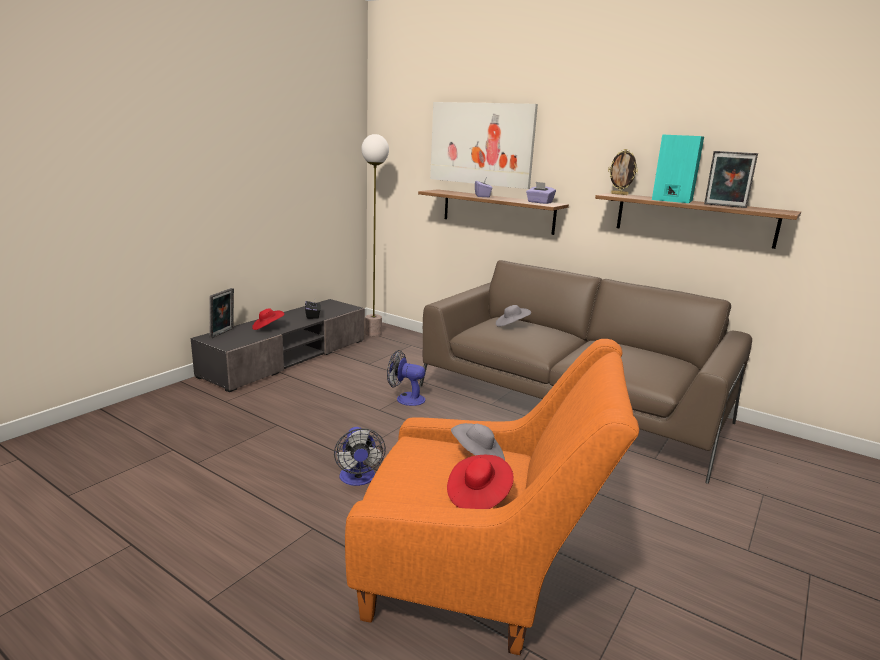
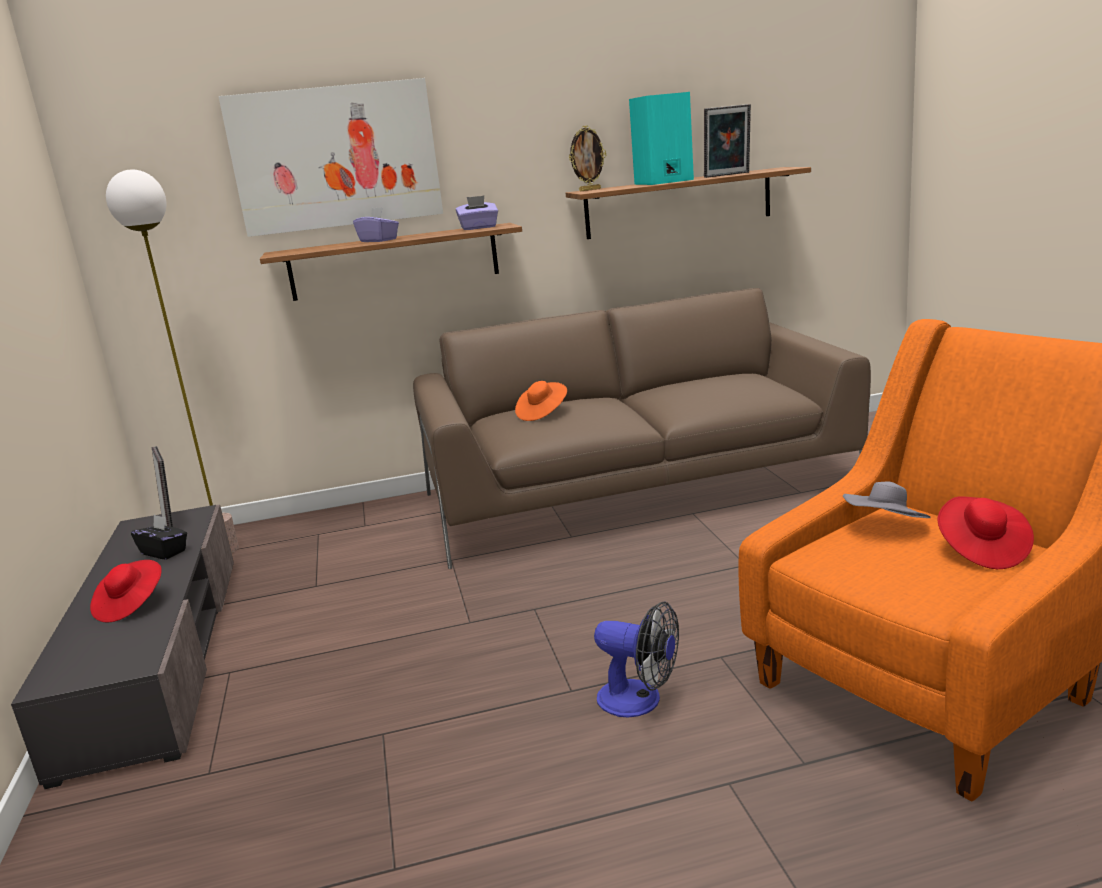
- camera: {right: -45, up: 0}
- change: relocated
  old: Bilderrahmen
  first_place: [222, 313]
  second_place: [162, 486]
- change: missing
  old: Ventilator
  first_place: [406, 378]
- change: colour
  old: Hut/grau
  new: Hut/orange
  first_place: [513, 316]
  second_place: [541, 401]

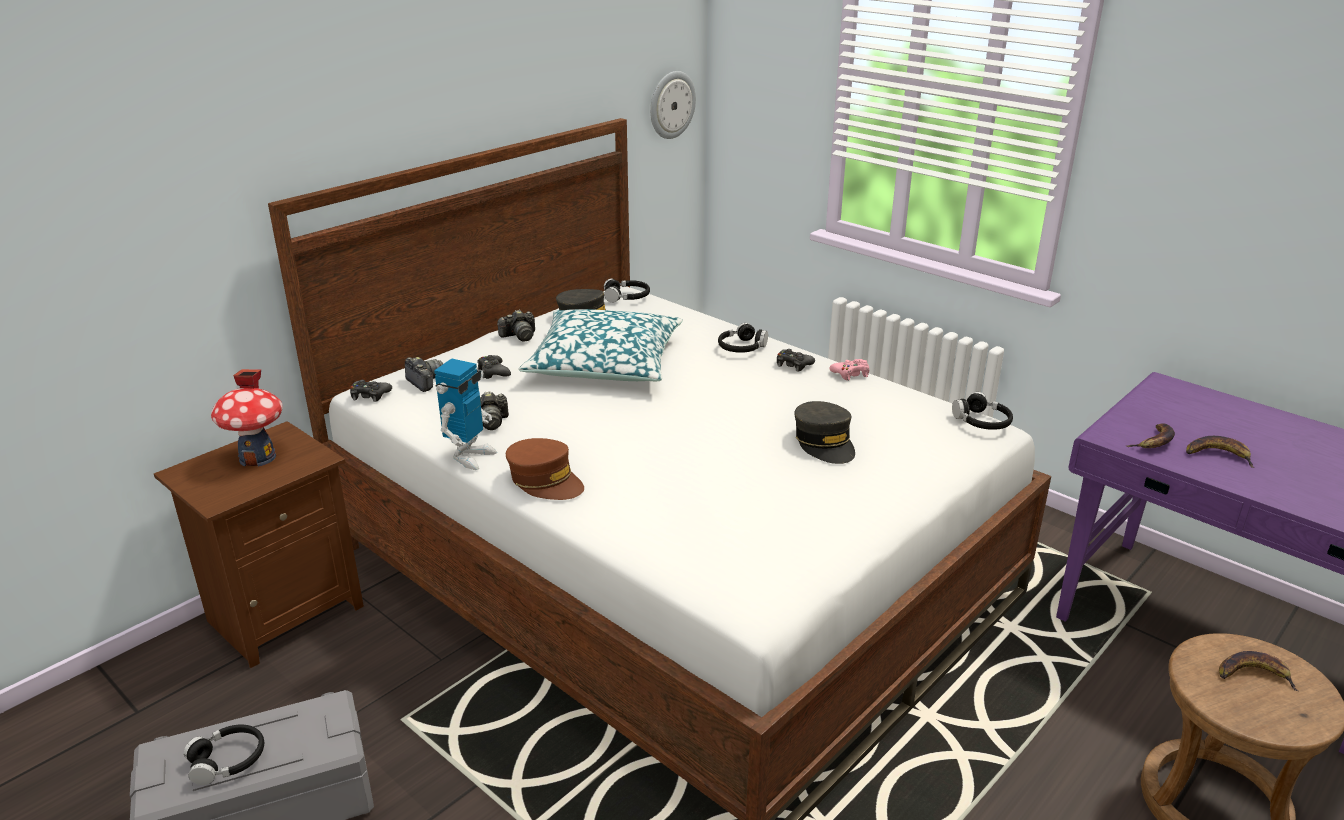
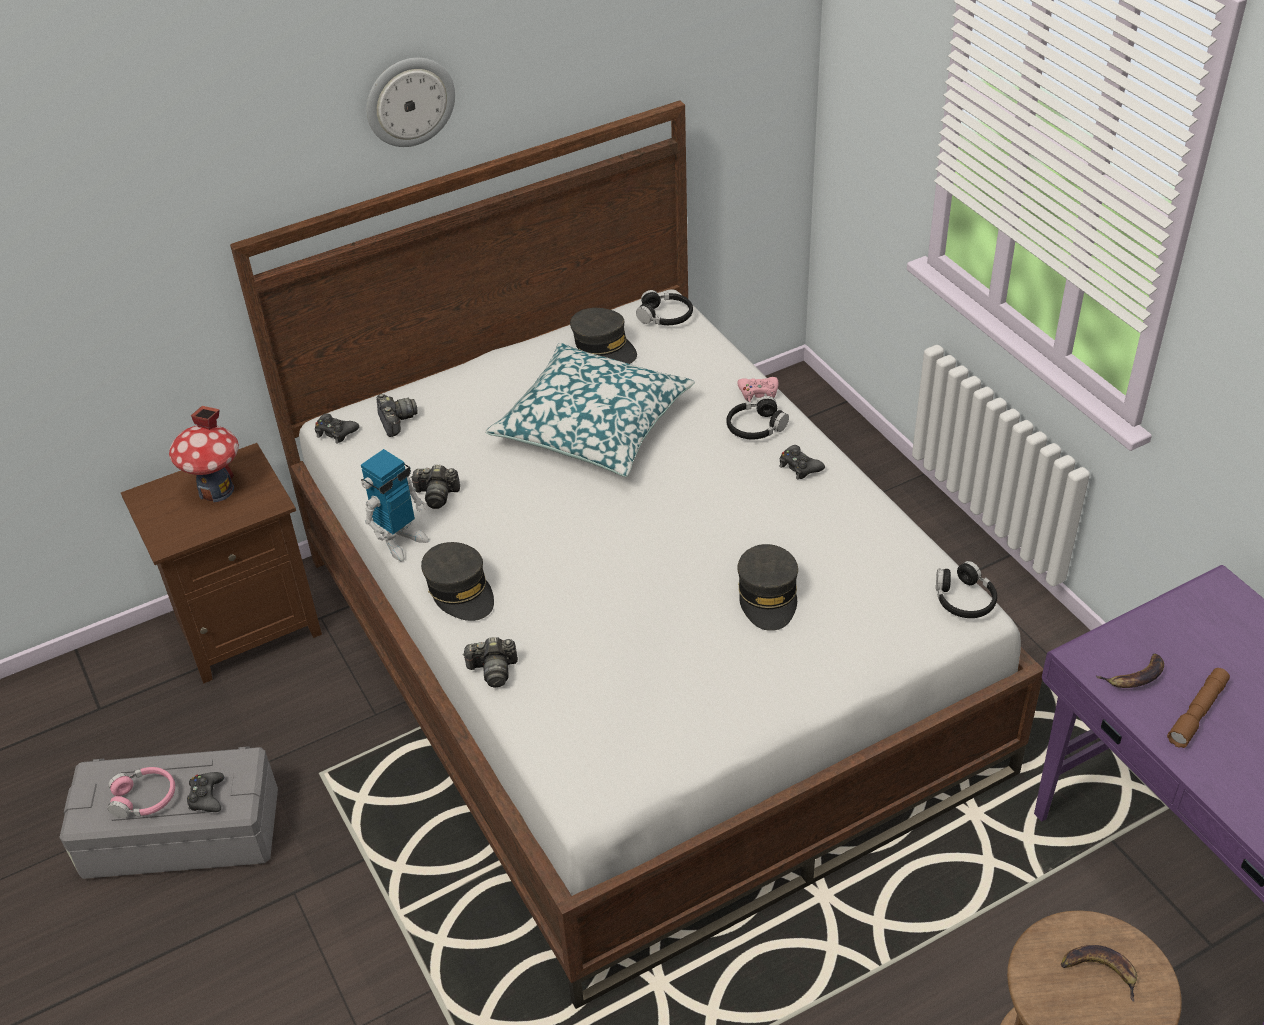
- camera: {right: 20, up: 15}
- change: colour
  old: Kopfhörer/schwarz
  new: Kopfhörer/rosa
  first_place: [224, 755]
  second_place: [141, 792]
- change: relocated
  old: Gamepad/schwarz
  first_place: [494, 367]
  second_place: [205, 792]
- change: relocated
  old: Kamera
  first_place: [516, 325]
  second_place: [490, 662]
- change: colour
  old: Kappe/braun
  new: Kappe/grau
  first_place: [545, 469]
  second_place: [457, 581]
- change: relocated
  old: Wanduhr
  first_place: [673, 105]
  second_place: [411, 102]
- change: relocated
  old: Gamepad/rosa
  first_place: [849, 369]
  second_place: [758, 389]
- change: exchanged
  old: Banane
  new: Taschenlampe/braun
  first_place: [1220, 452]
  second_place: [1198, 708]

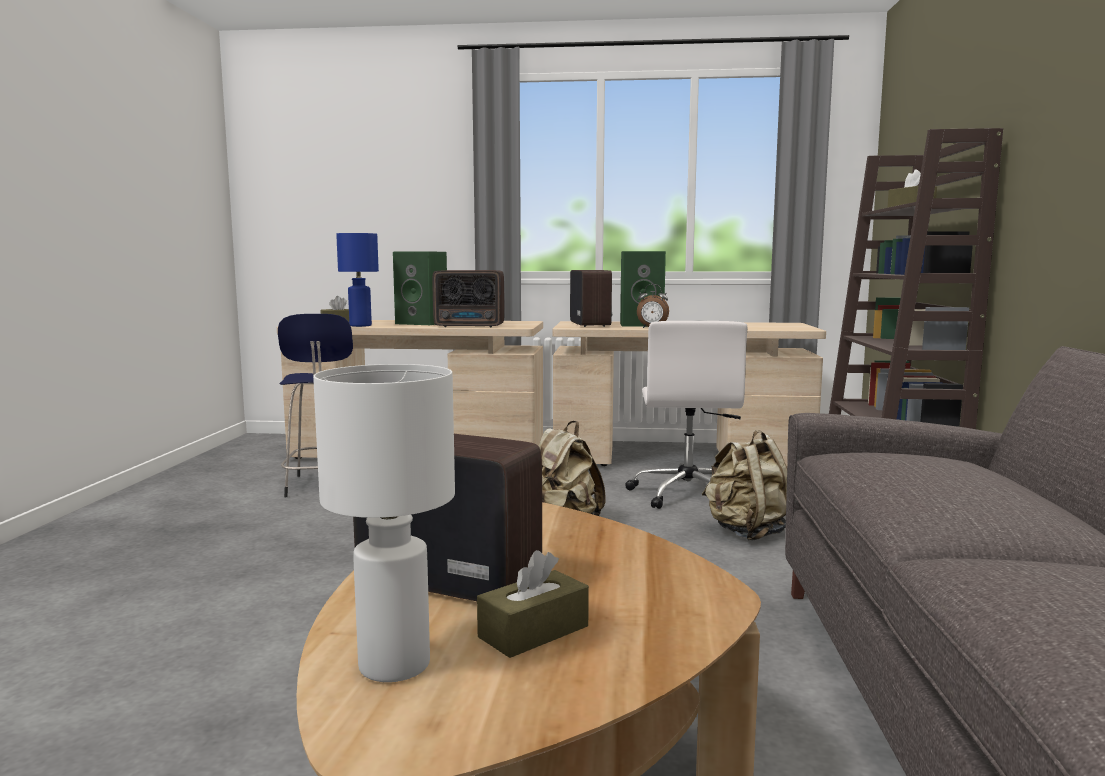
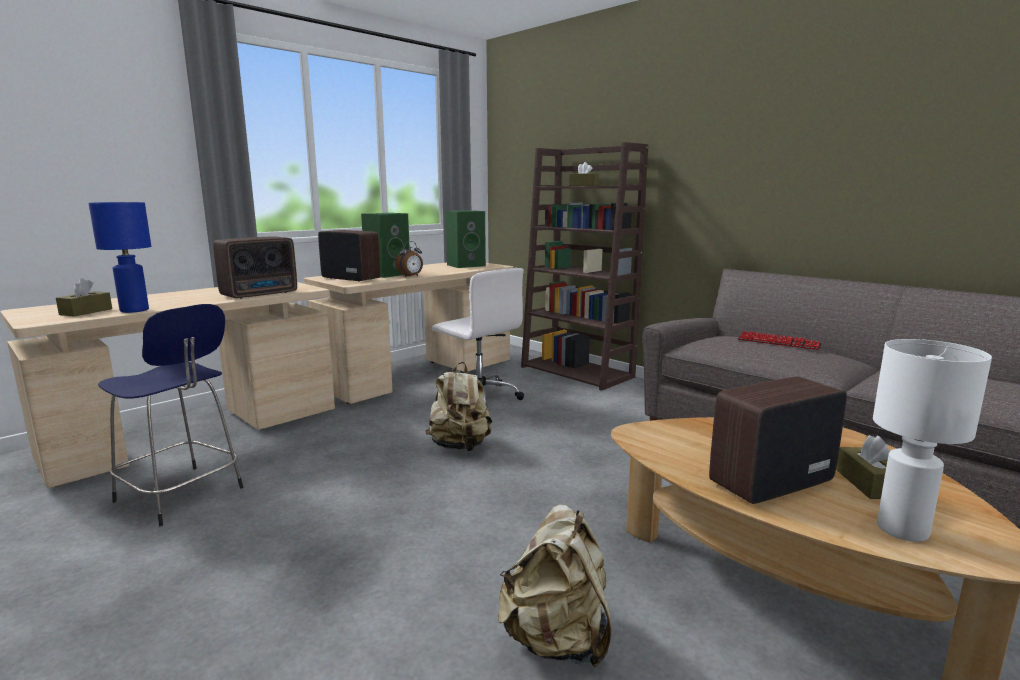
- camera: {right: -50, up: 5}
- change: relocated
  old: Lautsprecher/grün
  first_place: [420, 288]
  second_place: [466, 239]
- change: relocated
  old: Rucksack/beige
  first_place: [744, 485]
  second_place: [554, 585]
- change: appeared
  new: Tastatur
  second_place: [779, 340]

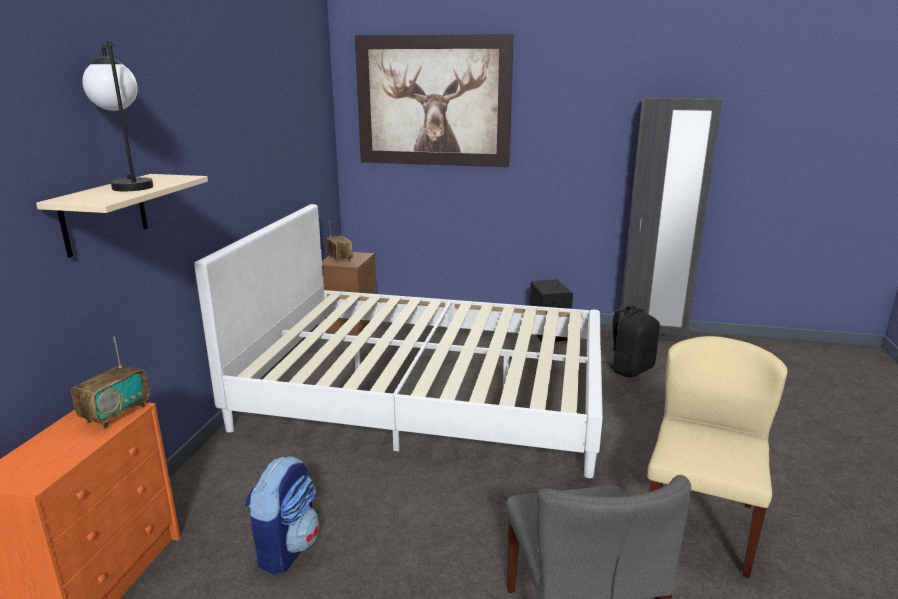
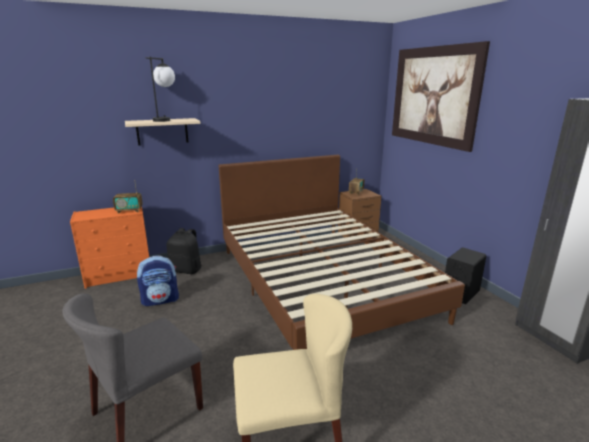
- camera: {right: 55, up: 0}
- change: colour
  old: Bett/weiß
  new: Bett/braun
  first_place: [398, 341]
  second_place: [342, 252]
- change: relocated
  old: Rucksack/schwarz
  first_place: [631, 341]
  second_place: [183, 251]

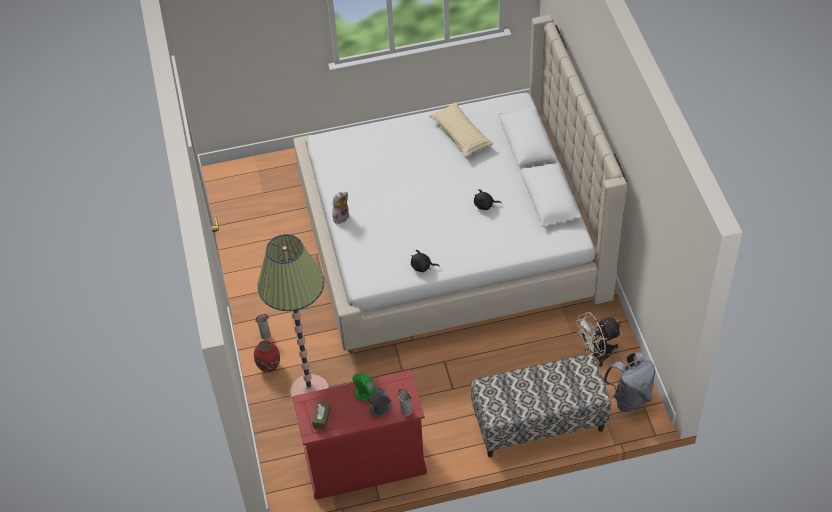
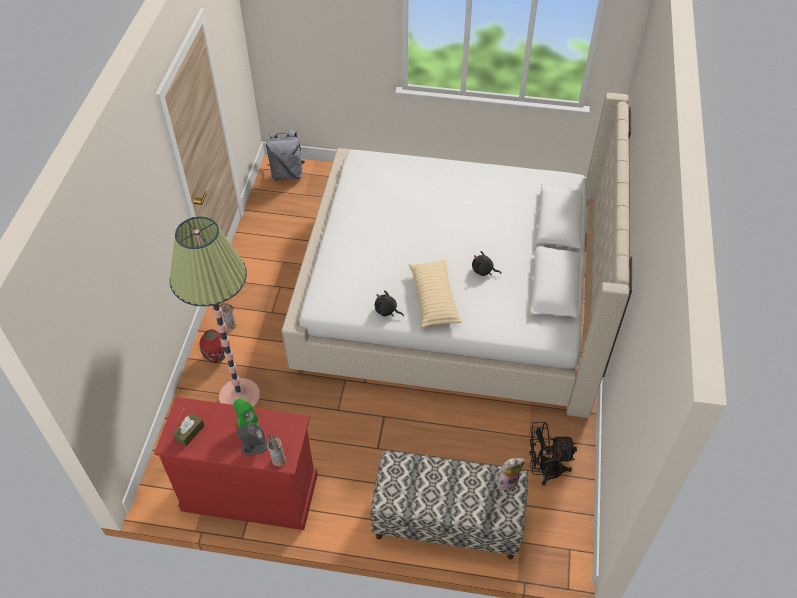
- camera: {right: 20, up: 0}
- change: relocated
  old: Plüschtier
  first_place: [340, 208]
  second_place: [511, 474]
- change: relocated
  old: Kissen/beige
  first_place: [461, 129]
  second_place: [435, 294]
- change: colour
  old: Ventilator/weiß
  new: Ventilator/schwarz
  first_place: [599, 339]
  second_place: [553, 454]
- change: relocated
  old: Rucksack/grau
  first_place: [629, 382]
  second_place: [285, 155]

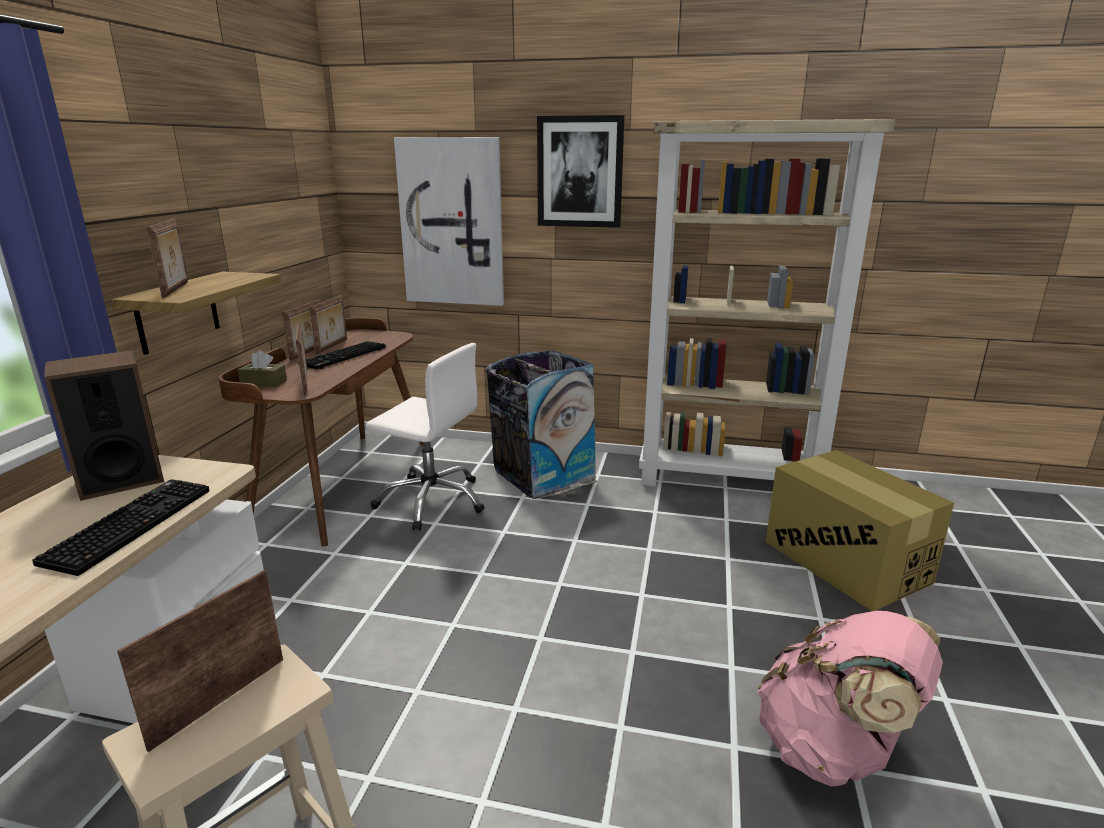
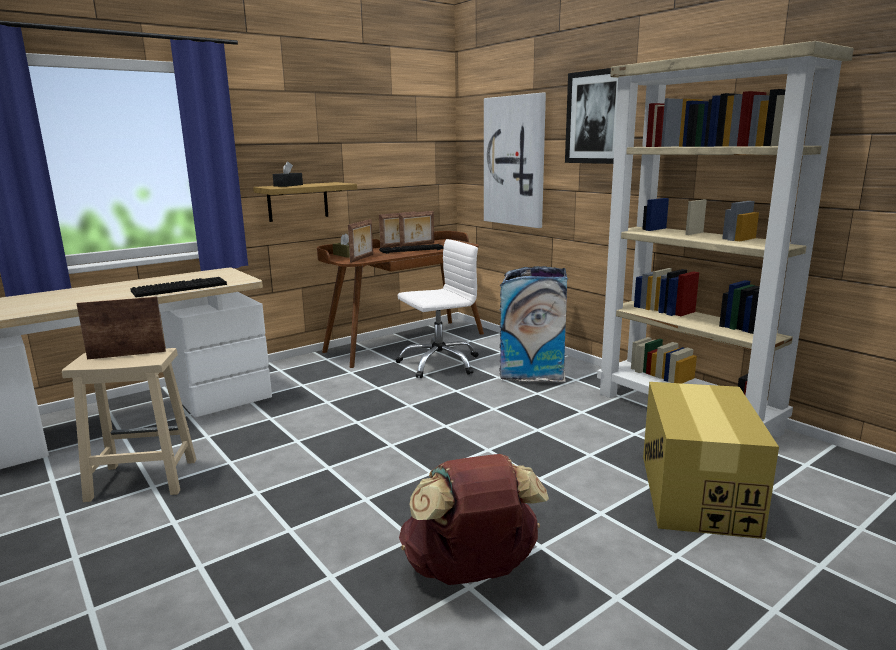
- camera: {right: 40, up: -5}
- change: missing
  old: Lautsprecher
  first_place: [104, 425]
- change: exchanged
  old: Bilderrahmen
  new: Taschentuchbox/schwarz
  first_place: [167, 258]
  second_place: [288, 174]
- change: spun
  old: Bürostuhl/weiß
  first_place: [425, 437]
  second_place: [436, 308]
  degrees: -90
- change: colour
  old: Rucksack/rosa
  new: Rucksack/braun
  first_place: [850, 698]
  second_place: [474, 519]

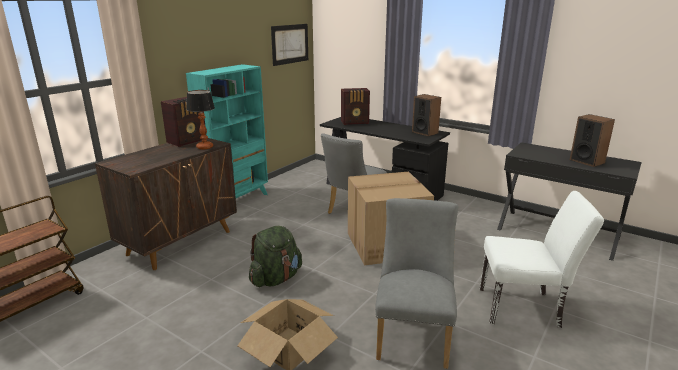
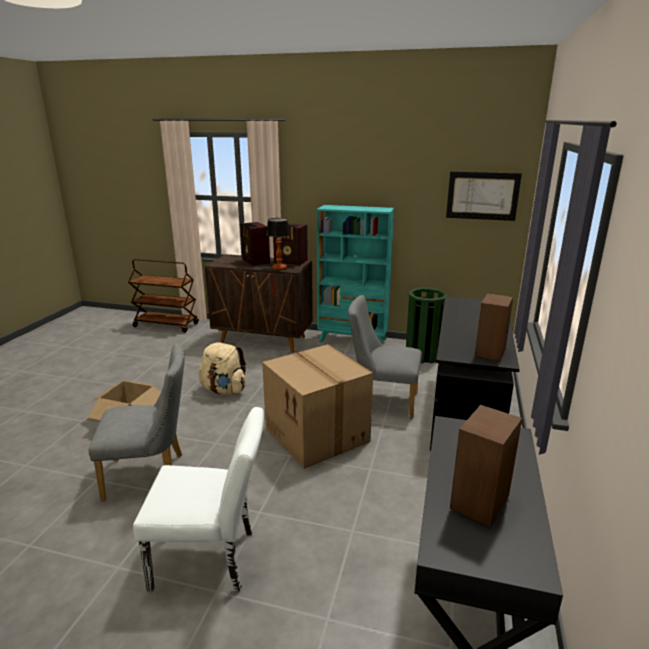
- camera: {right: 70, up: 0}
- change: colour
  old: Rucksack/grün
  new: Rucksack/beige
  first_place: [275, 256]
  second_place: [222, 368]
- change: relocated
  old: Radio
  first_place: [355, 106]
  second_place: [255, 244]
- change: spun
  old: Stuhl/weiß
  first_place: [542, 259]
  second_place: [198, 499]
  degrees: -75
- change: appeared
  new: Mülleimer/grün
  second_place: [427, 326]

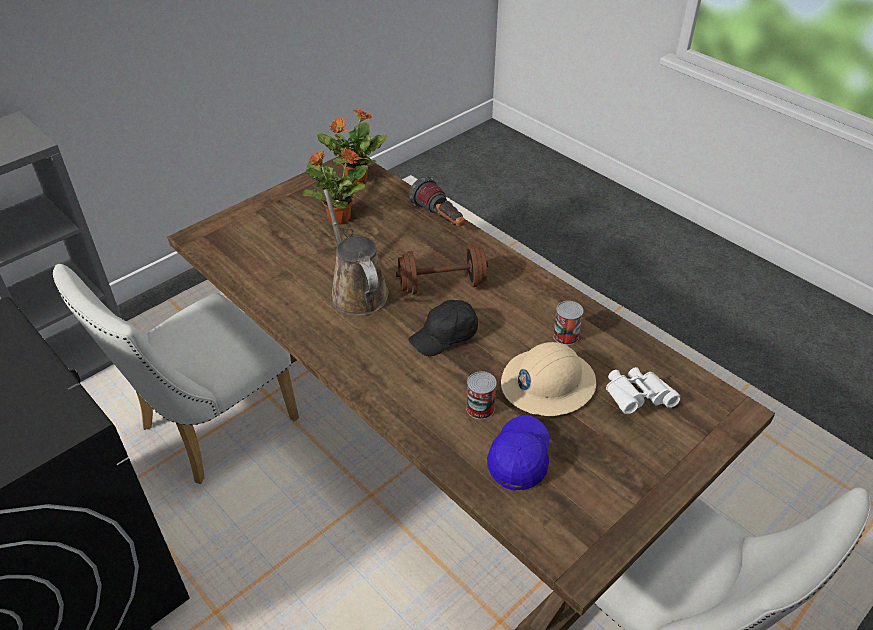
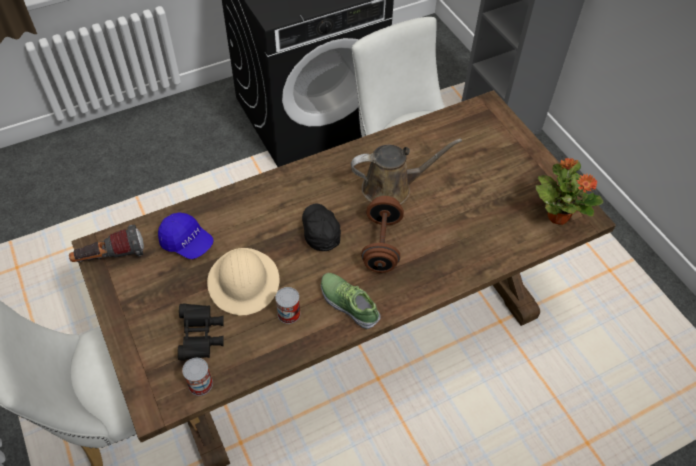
- camera: {right: 105, up: 10}
- change: missing
  old: Topfpflanze
  first_place: [335, 186]
- change: relocated
  old: Taschenlampe
  first_place: [437, 201]
  second_place: [106, 243]
- change: relocated
  old: Dose
  first_place: [481, 395]
  second_place: [197, 377]
- change: colour
  old: Fernglas/weiß
  new: Fernglas/schwarz
  first_place: [643, 390]
  second_place: [201, 331]
- change: appeared
  new: Schuh
  second_place: [351, 301]

